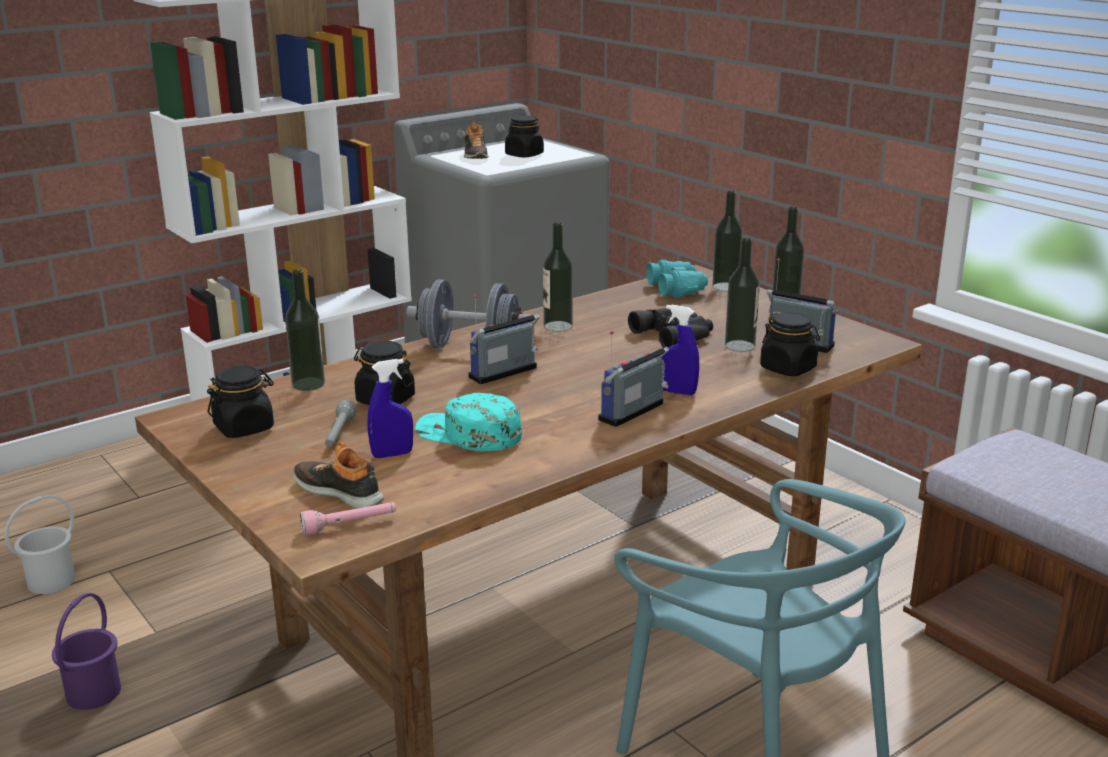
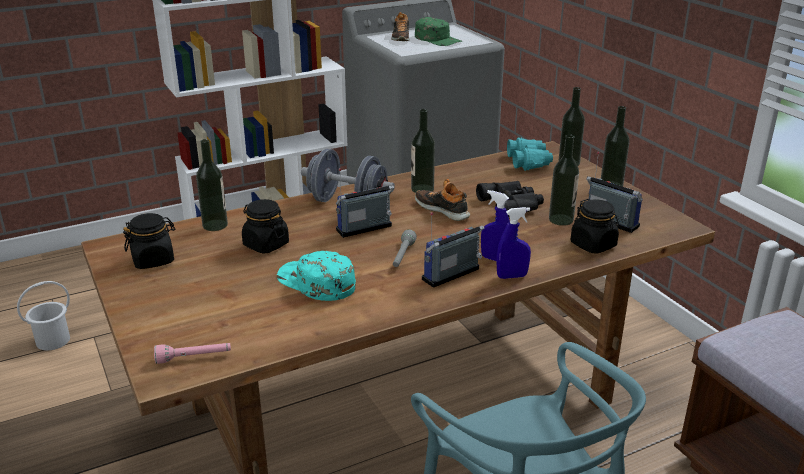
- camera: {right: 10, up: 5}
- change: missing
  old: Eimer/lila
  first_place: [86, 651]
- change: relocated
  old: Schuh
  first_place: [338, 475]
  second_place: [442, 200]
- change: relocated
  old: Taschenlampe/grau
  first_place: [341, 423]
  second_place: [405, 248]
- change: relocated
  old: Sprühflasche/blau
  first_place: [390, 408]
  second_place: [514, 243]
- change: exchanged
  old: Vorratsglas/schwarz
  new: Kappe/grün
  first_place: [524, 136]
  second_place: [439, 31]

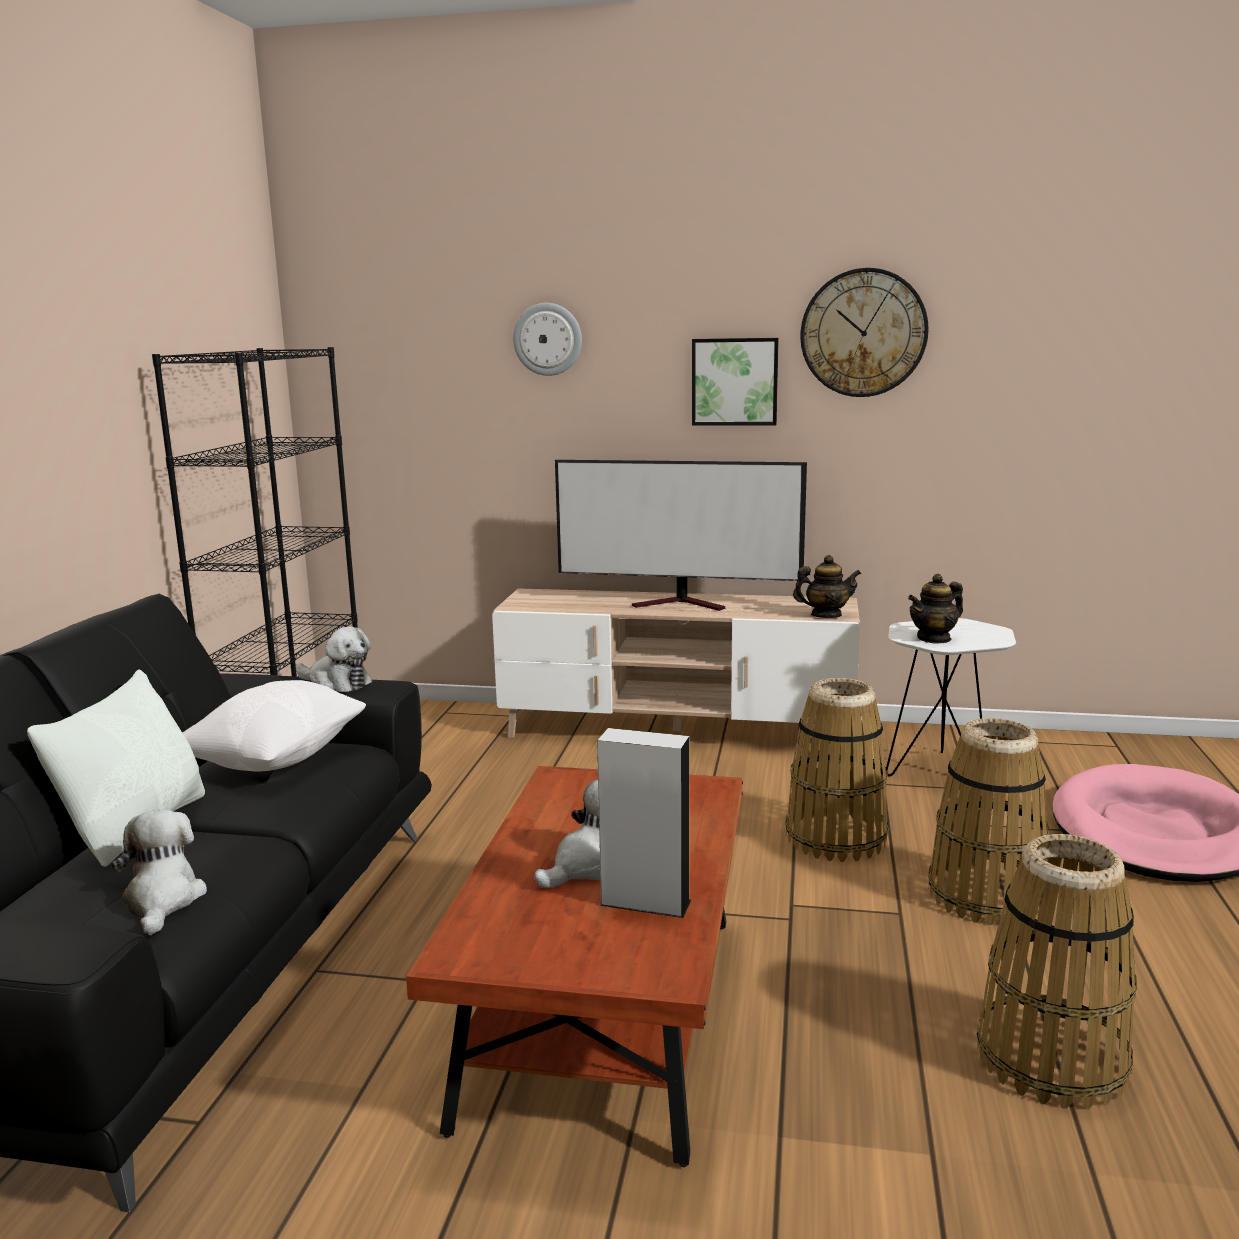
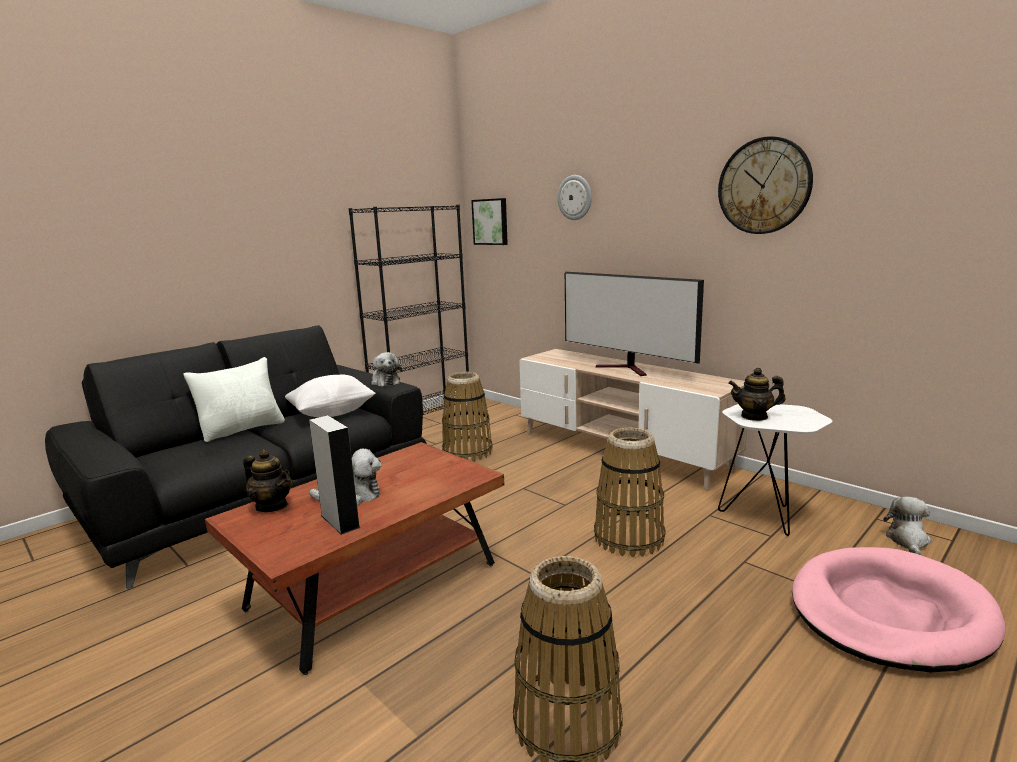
- camera: {right: 35, up: 0}
- change: relocated
  old: Plüschtier
  first_place: [159, 872]
  second_place: [907, 526]
- change: relocated
  old: Bild
  first_place: [735, 381]
  second_place: [489, 221]
- change: relocated
  old: Teekanne
  first_place: [827, 586]
  second_place: [267, 480]
- change: relocated
  old: Korb
  first_place: [989, 821]
  second_place: [467, 417]

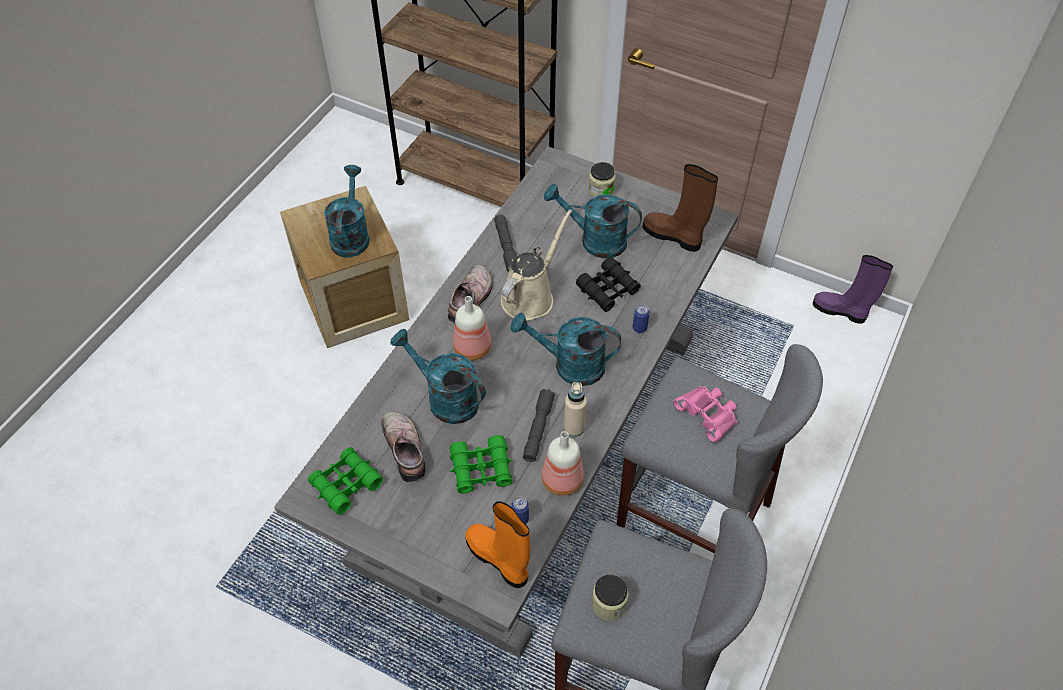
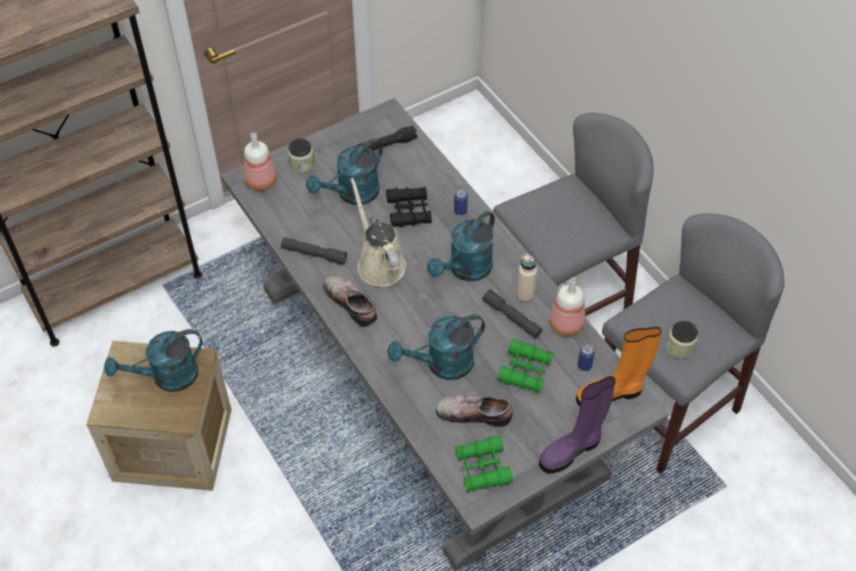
- camera: {right: -60, up: 0}
- change: spun
  old: Gießkanne/türkis
  first_place: [347, 211]
  second_place: [153, 360]
  degrees: -60
- change: relocated
  old: Flasche
  first_place: [472, 328]
  second_place: [260, 161]
- change: exchanged
  old: Stiefel/braun
  new: Taschenlampe/schwarz
  first_place: [680, 208]
  second_place: [387, 137]
- change: missing
  old: Fernglas/rosa
  first_place: [705, 414]
- change: relocated
  old: Stiefel/lila
  first_place: [853, 289]
  second_place: [577, 425]

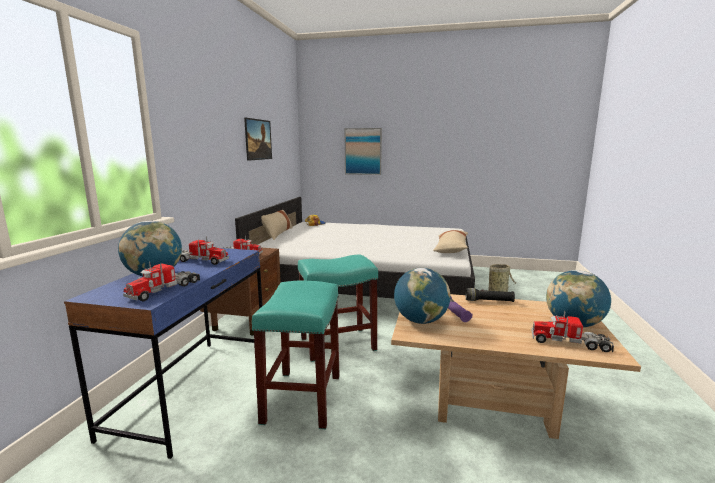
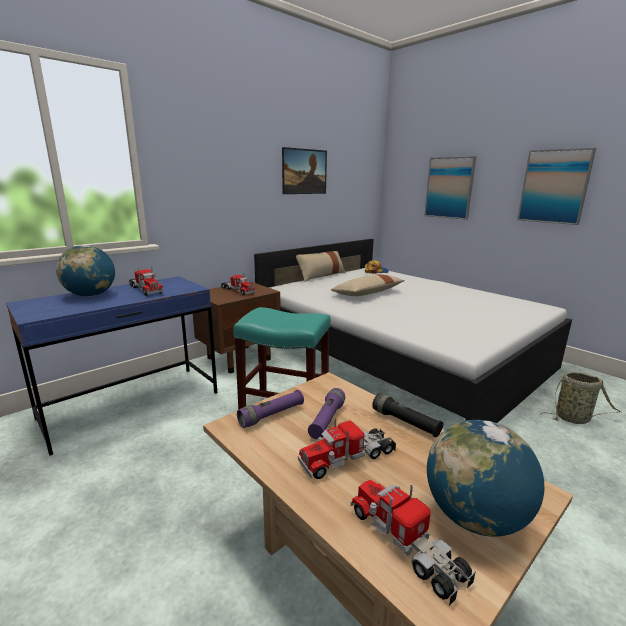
- camera: {right: 35, up: 5}
- change: relocated
  old: Spielzeuglaster
  first_place: [161, 281]
  second_place: [347, 448]
- change: missing
  old: Hocker/türkis
  first_place: [296, 355]
- change: exchanged
  old: Globus
  new: Taschenlampe/lila
  first_place: [422, 296]
  second_place: [270, 409]
- change: relocated
  old: Kissen/beige
  first_place: [450, 241]
  second_place: [367, 285]
- change: appeared
  new: Bild
  second_place: [556, 186]

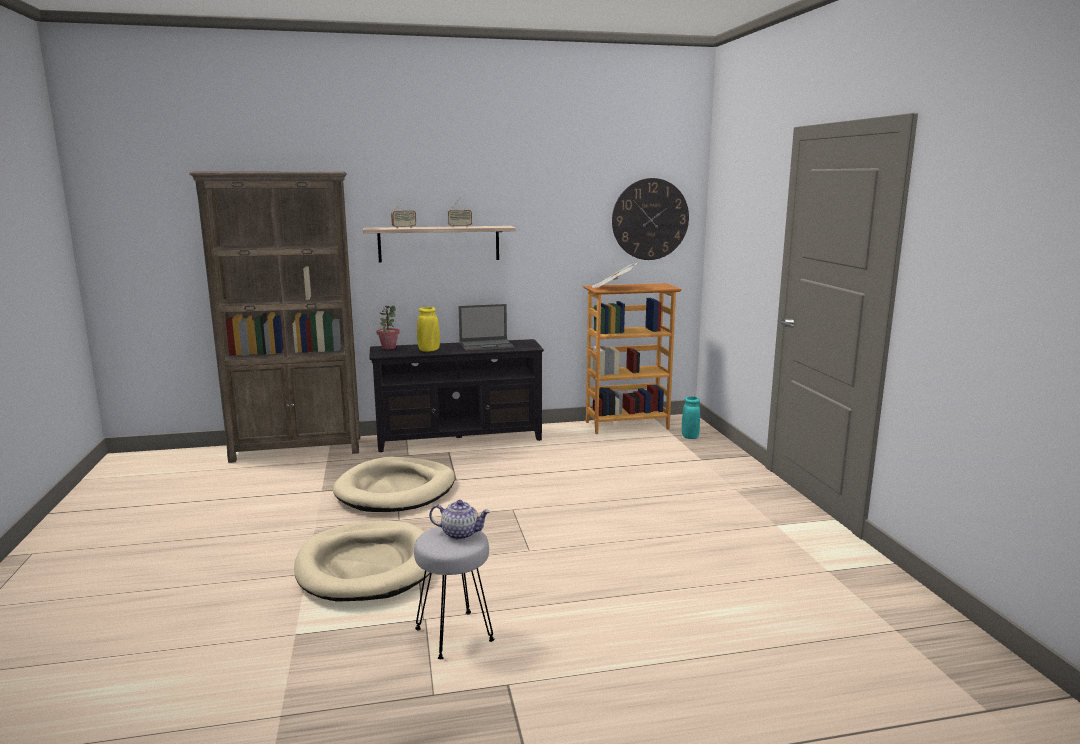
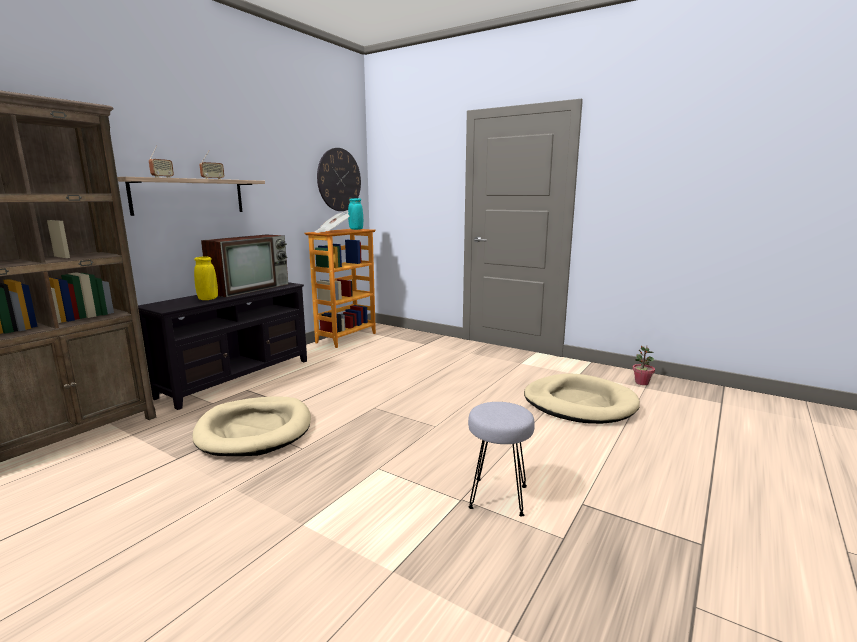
- camera: {right: -45, up: 0}
- change: relocated
  old: Hundebett/beige
  first_place: [362, 561]
  second_place: [582, 399]
- change: relocated
  old: Topfpflanze
  first_place: [387, 327]
  second_place: [644, 365]
- change: missing
  old: Teekanne
  first_place: [460, 520]
- change: exchanged
  old: Laptop
  new: Fernseher
  first_place: [487, 327]
  second_place: [244, 265]
- change: relocated
  old: Vase/türkis
  first_place: [691, 417]
  second_place: [355, 214]

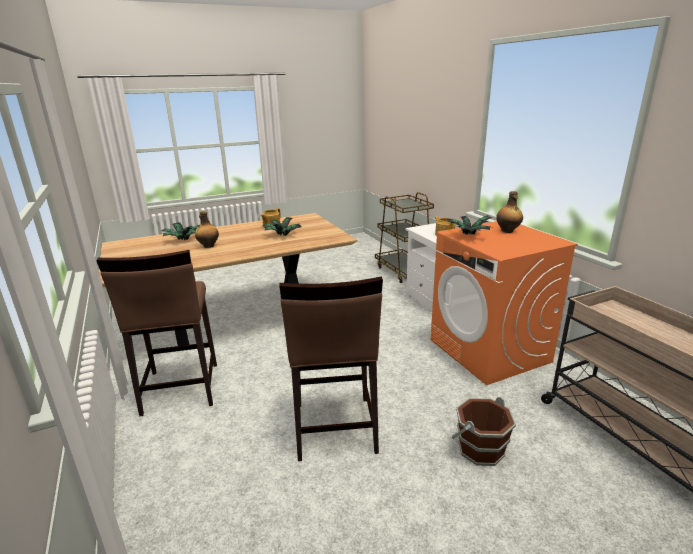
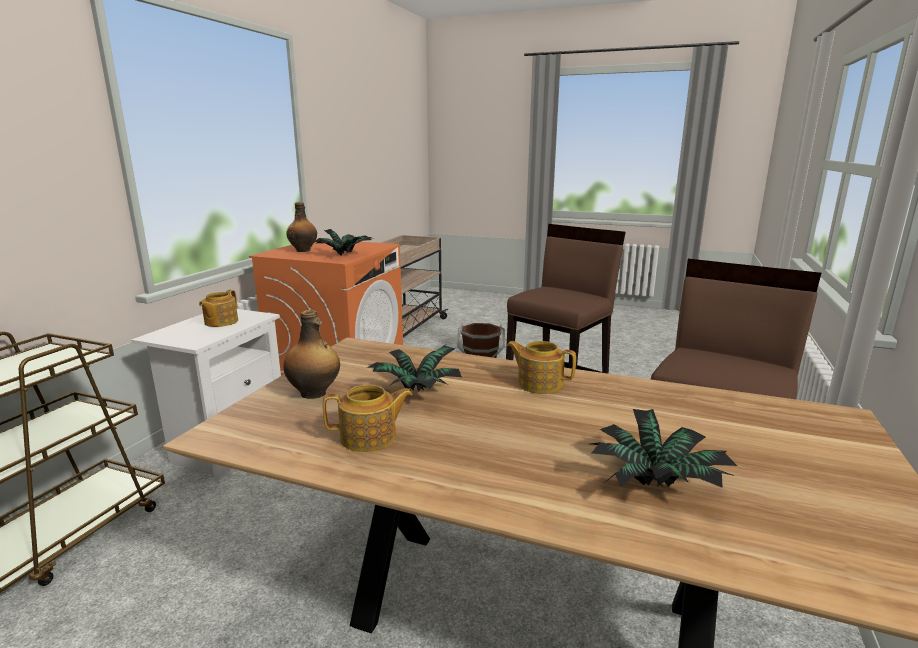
- camera: {right: -135, up: -5}
- change: relocated
  old: Flasche
  first_place: [207, 229]
  second_place: [311, 354]
- change: appeared
  new: Teekanne
  second_place: [541, 367]

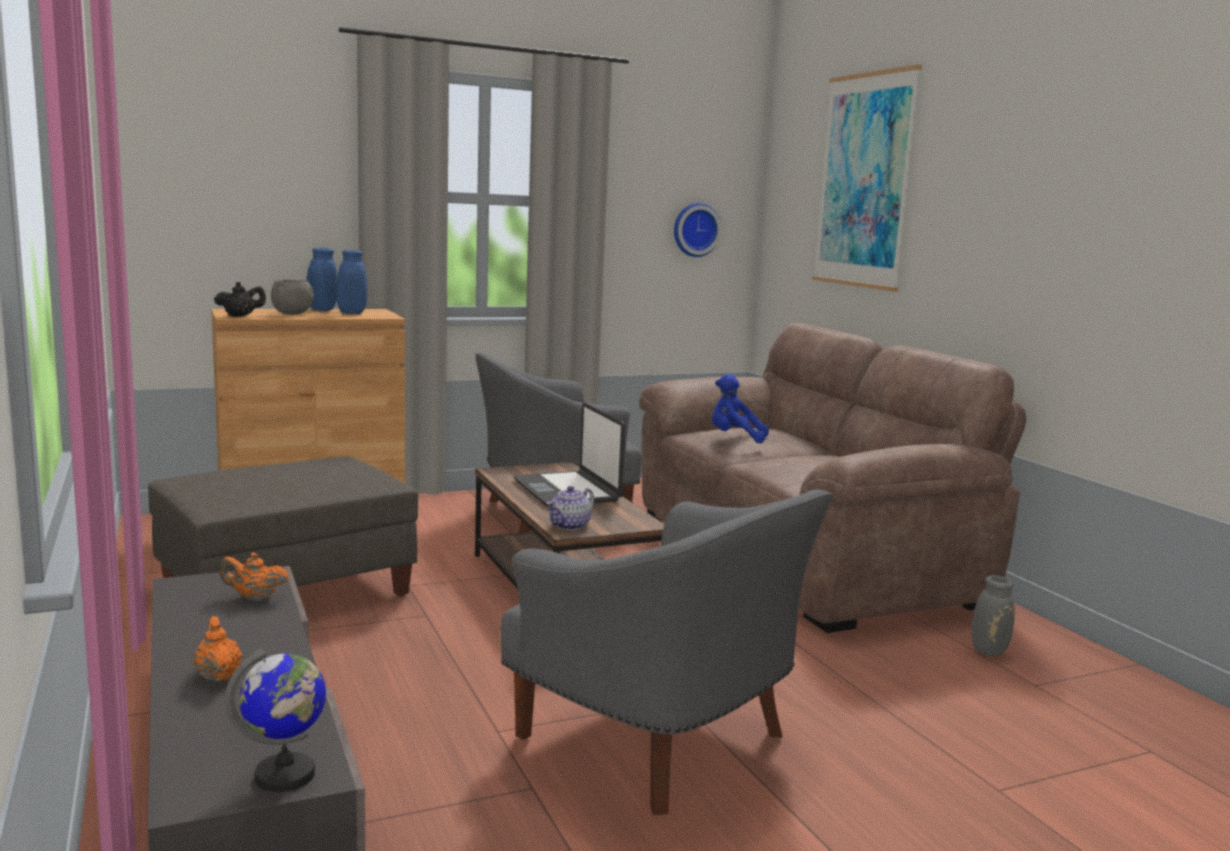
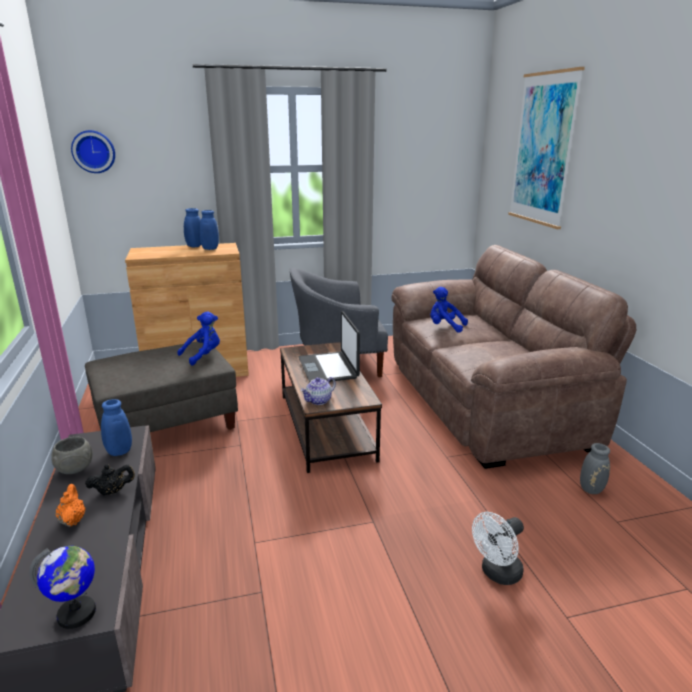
- camera: {right: 10, up: 10}
- change: relocated
  old: Teekanne/schwarz
  first_place: [240, 299]
  second_place: [110, 480]
- change: exchanged
  old: Teekanne/orange
  new: Vase/blau
  first_place: [254, 577]
  second_place: [116, 427]
- change: relocated
  old: Schüssel/grau
  first_place: [292, 297]
  second_place: [72, 455]
- change: missing
  old: Sessel/grau
  first_place: [667, 652]
- change: relocated
  old: Wanduhr
  first_place: [697, 230]
  second_place: [93, 151]
- change: appeared
  new: Plüschtier/blau
  second_place: [199, 338]
- change: appeared
  new: Ventilator/weiß
  second_place: [498, 548]

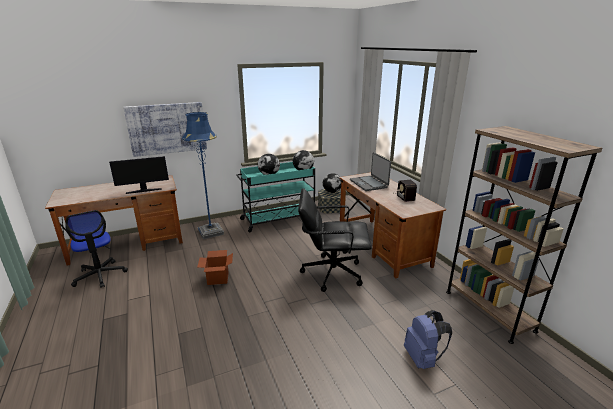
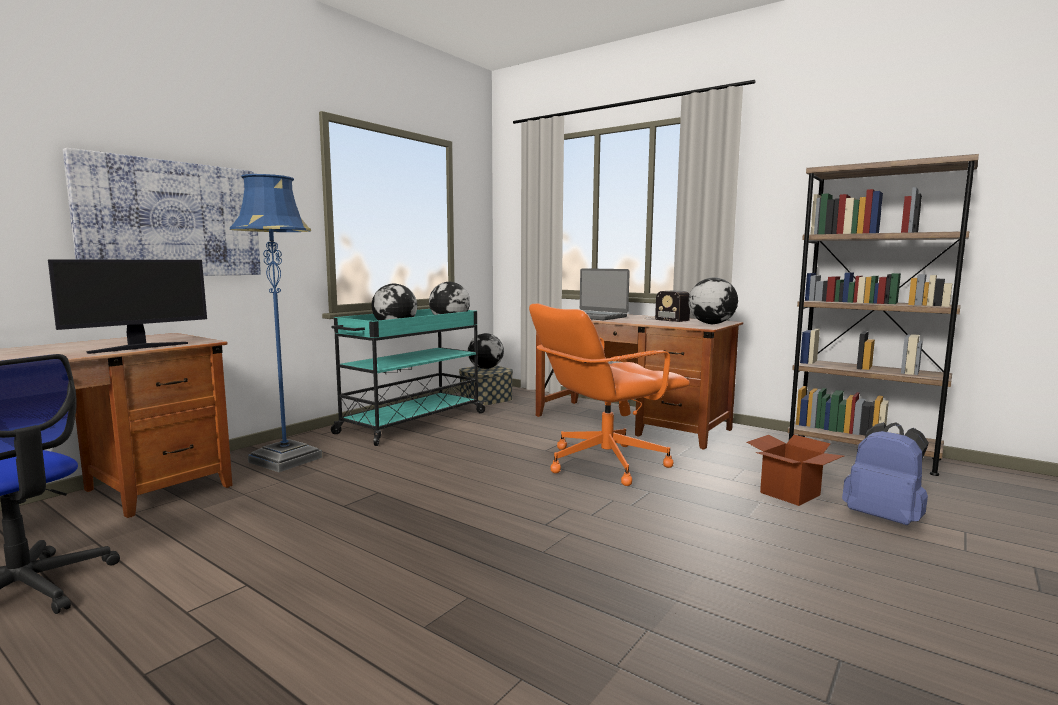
- camera: {right: -30, up: -15}
- change: relocated
  old: Karton
  first_place: [215, 267]
  second_place: [795, 470]
- change: colour
  old: Bürostuhl/schwarz
  new: Bürostuhl/orange
  first_place: [335, 240]
  second_place: [609, 395]
- change: appeared
  new: Globus
  second_place: [713, 300]

